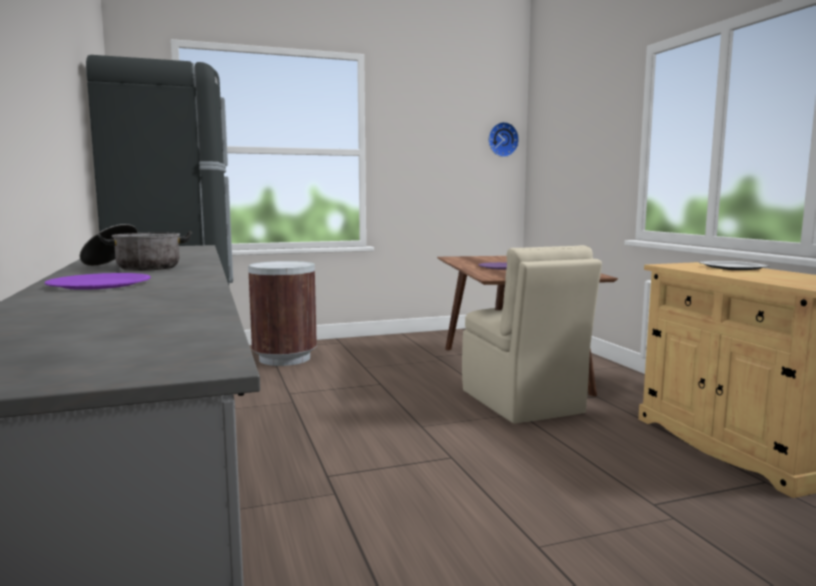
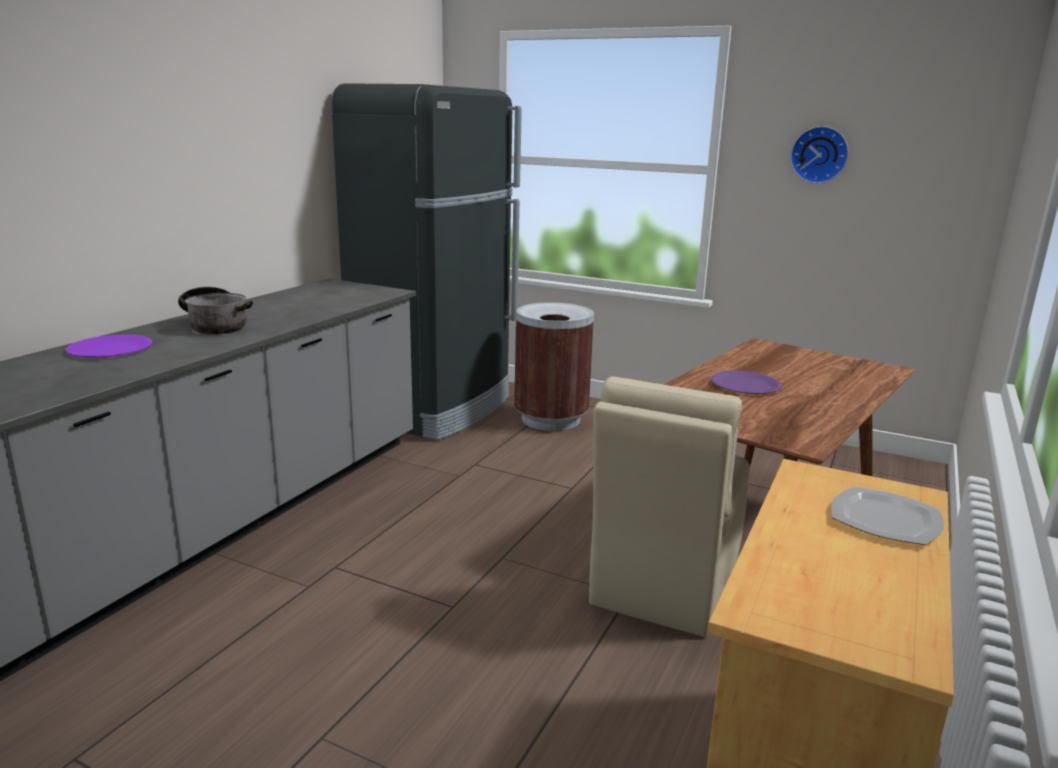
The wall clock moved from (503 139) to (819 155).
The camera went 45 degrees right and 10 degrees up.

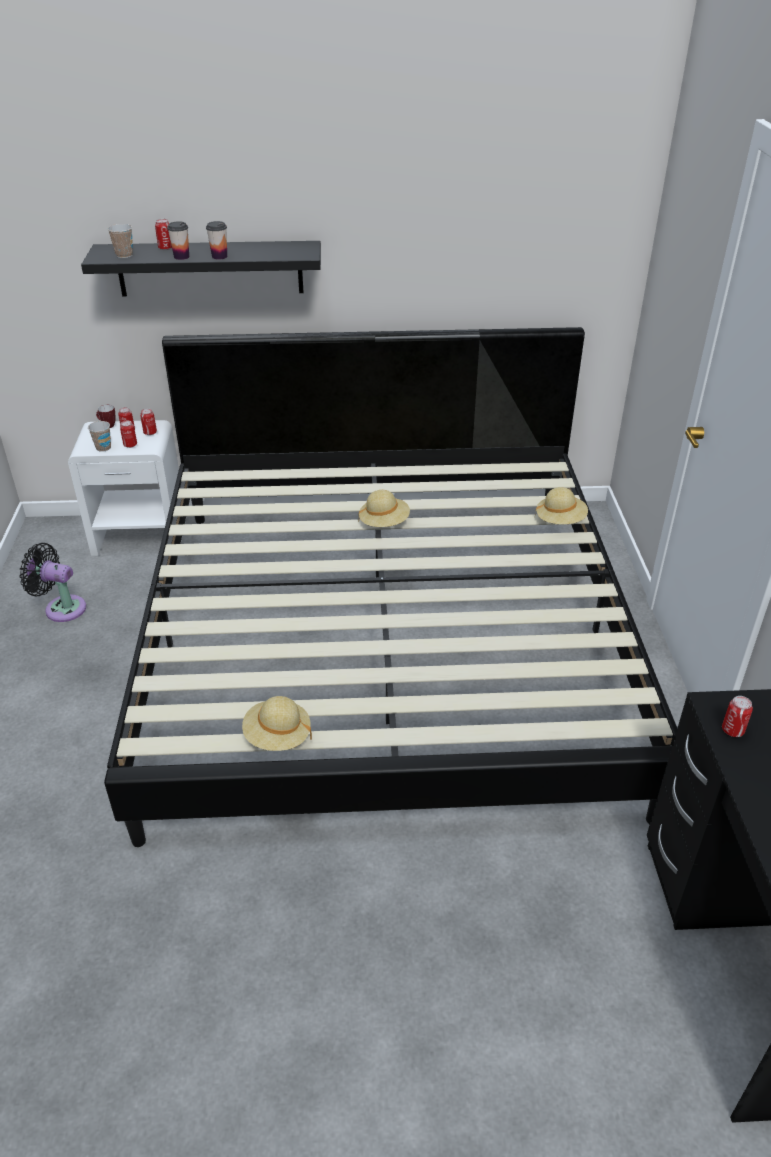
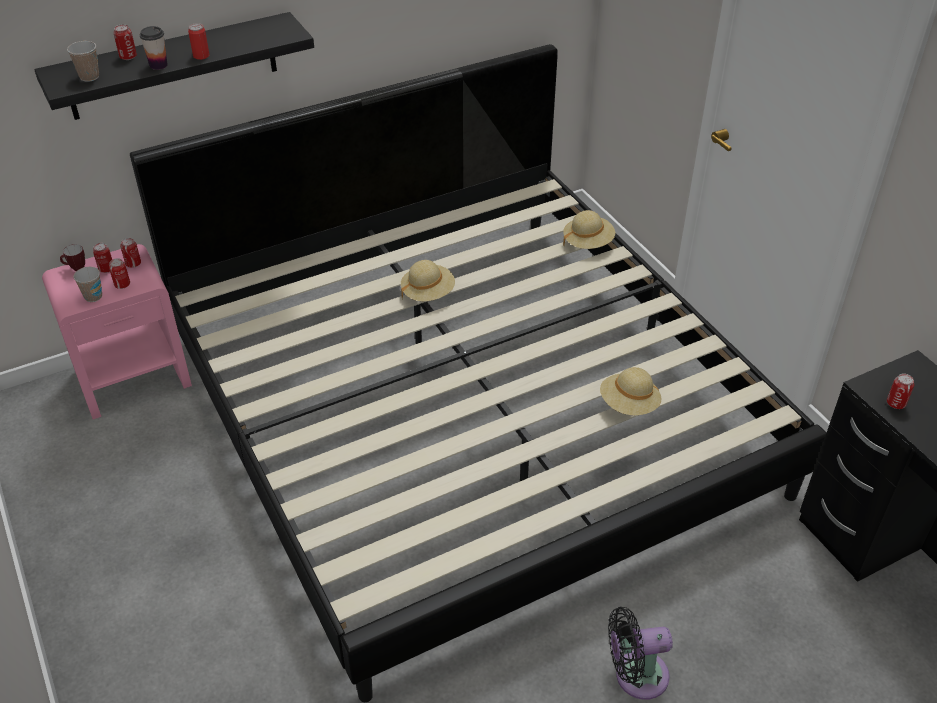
The black fan moved from (52 582) to (640 653).
The beige hat moved from (277 723) to (631 391).
The cup at (216 240) was replaced by the can at (199 41).
The white nightstand at (127 488) became the pink nightstand at (117 331).
The camera went 25 degrees left and 5 degrees up.

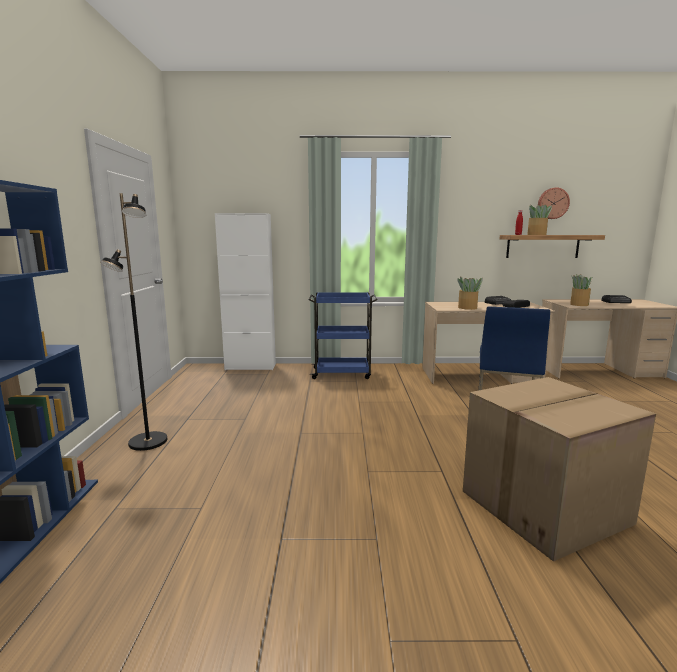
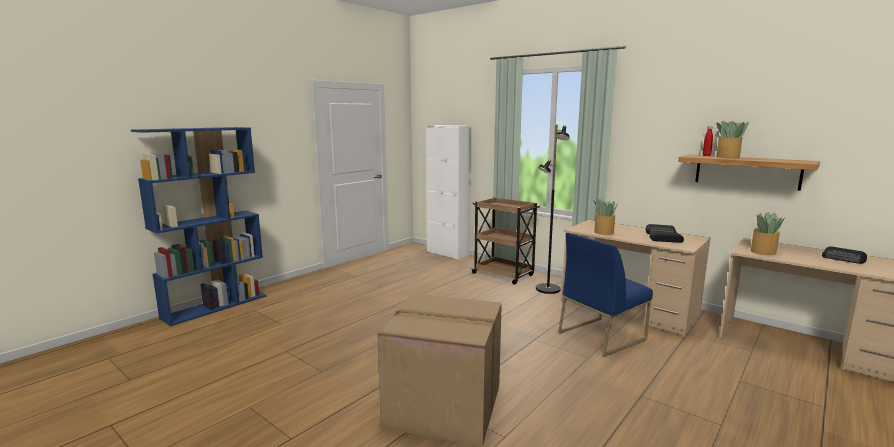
The wall clock at (554 203) disappeared.
The black floor lamp moved from (133 322) to (553 209).
The blue cart at (343 335) became the brown cart at (506 241).
The camera went 40 degrees right and 0 degrees up.

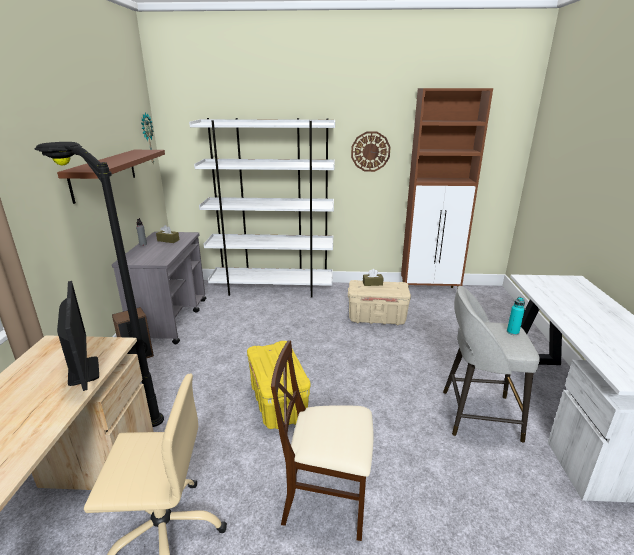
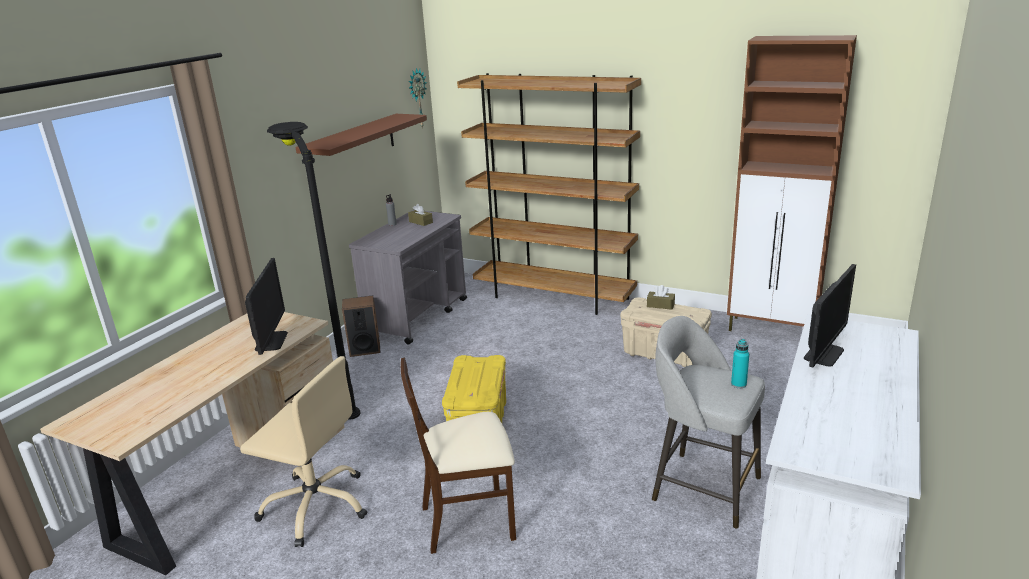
The wall clock at (371 151) disappeared.
The monitor at (830 315) appeared.
The white bookcase at (262 208) became the brown bookcase at (549 194).
The beige chair at (322 440) turned 45 degrees counterclockwise.
The camera went 25 degrees right and 0 degrees up.

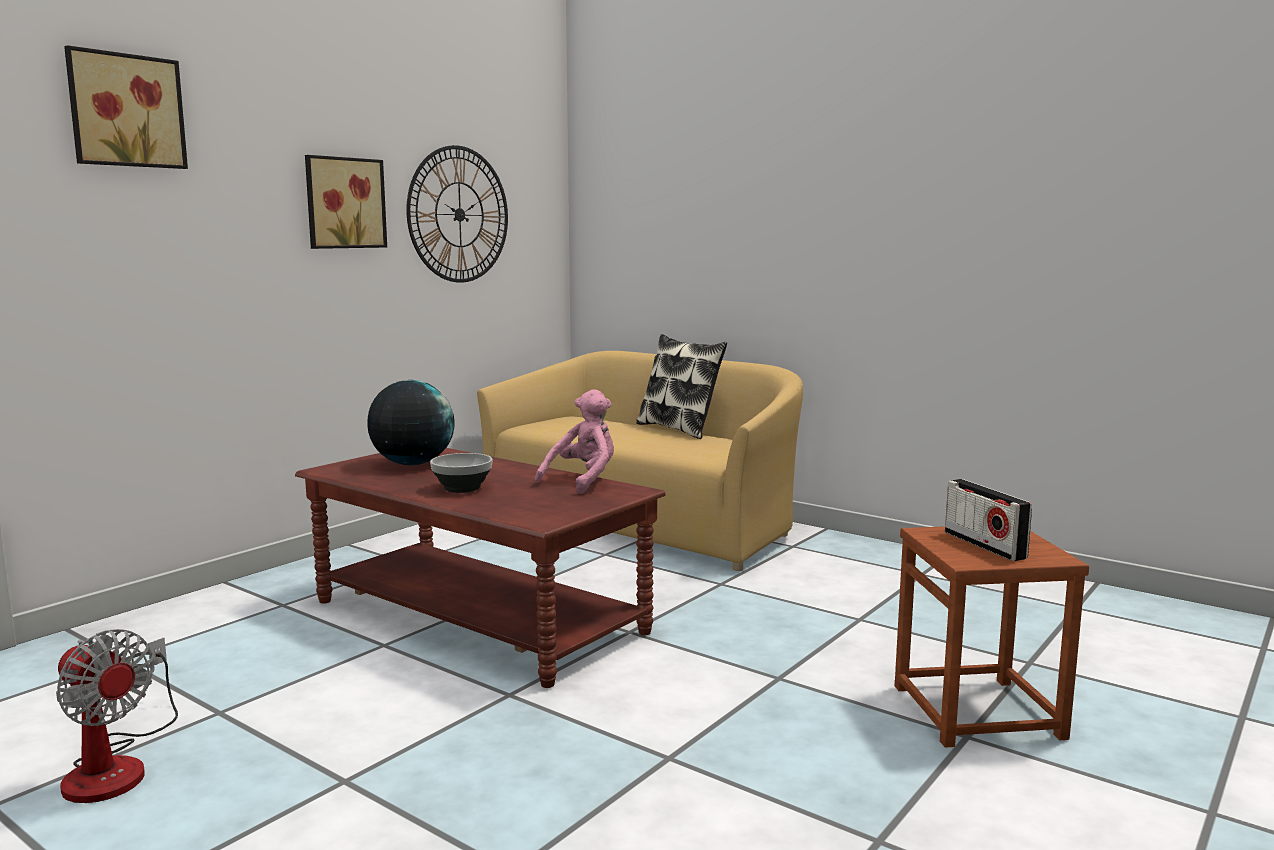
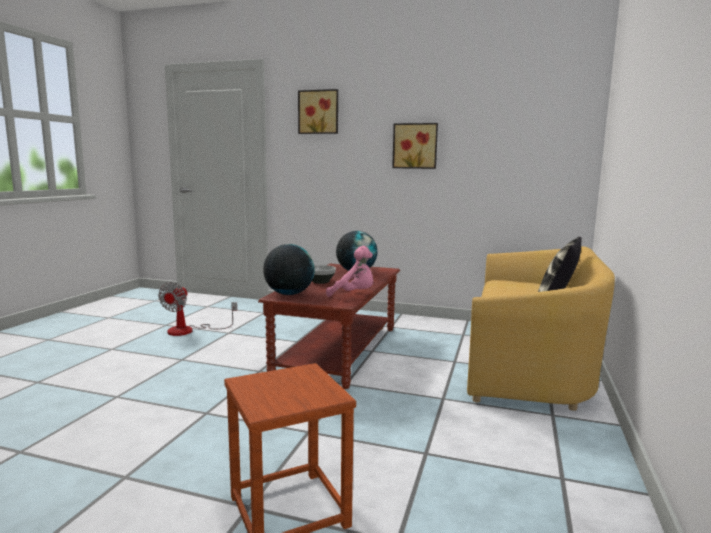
The wall clock at (457 214) disappeared.
The radio at (988 520) disappeared.
The globe at (289 269) appeared.
The camera went 70 degrees right and 0 degrees up.

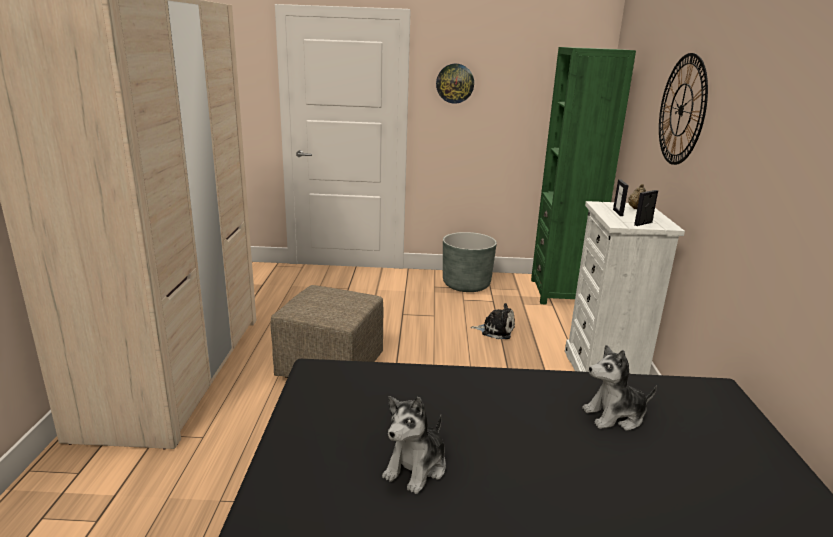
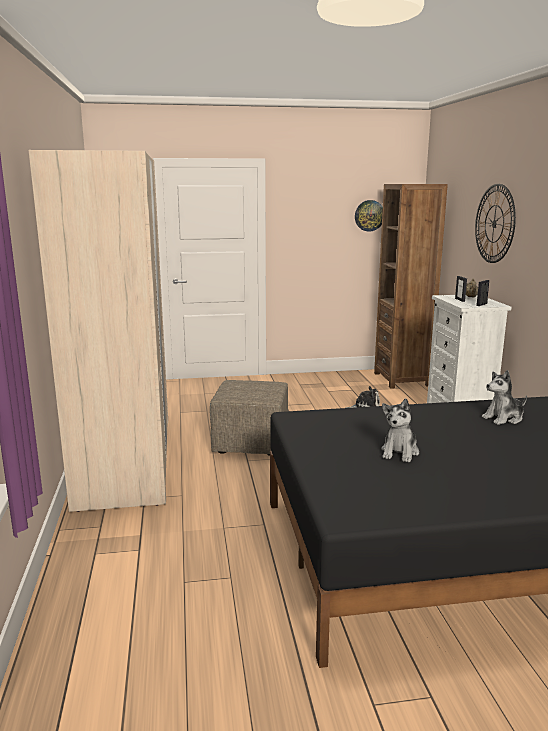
The grey planter at (470 262) disappeared.
The wall clock moved from (455 84) to (369 216).
The green bookcase at (583 176) became the brown bookcase at (411 286).
The camera went 10 degrees left and 5 degrees down.

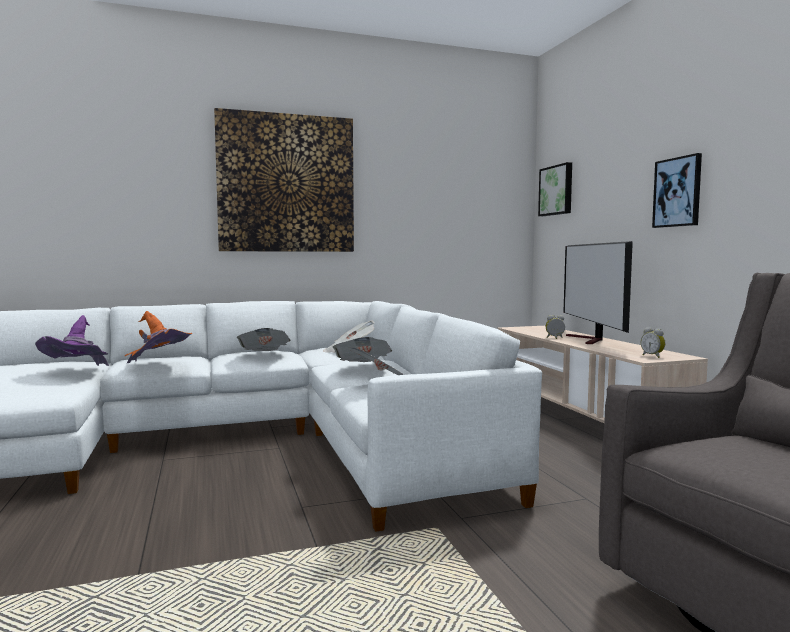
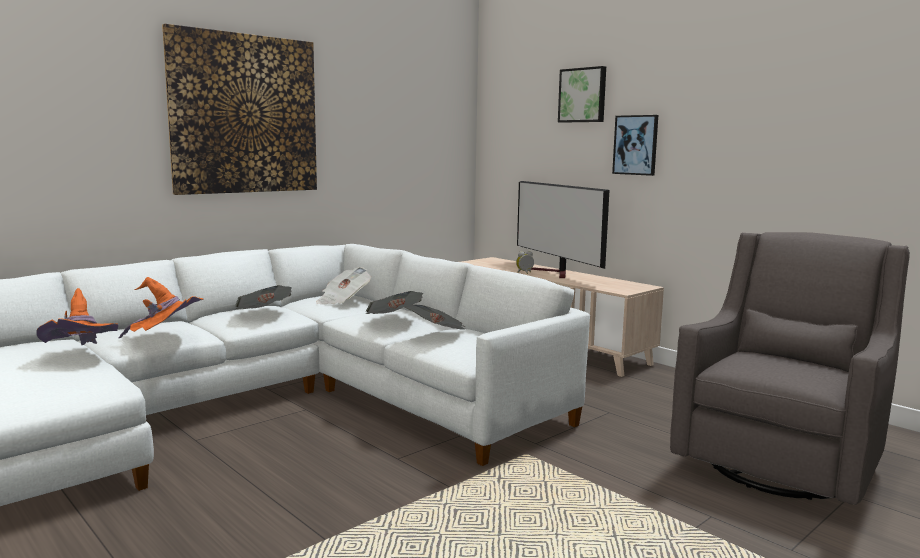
The alarm clock at (653 342) disappeared.
The picture moved from (555 189) to (582 94).
The purple hat at (72 340) became the orange hat at (77 316).
The camera went 25 degrees left and 5 degrees up.

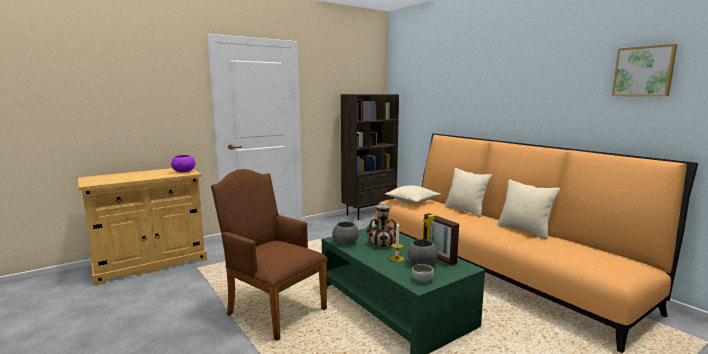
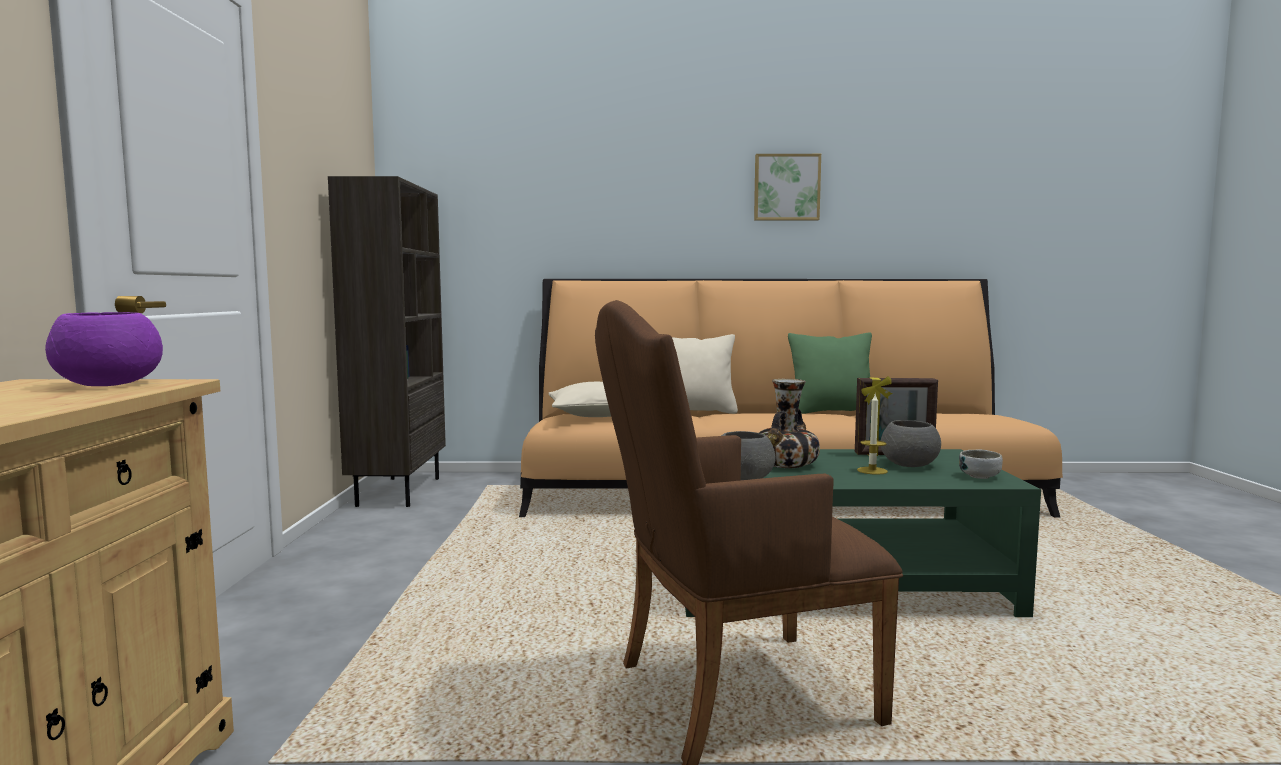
The picture moved from (644 70) to (787 187).
The beige pillow at (528 209) became the green pillow at (830 373).
The camera went 55 degrees left and 5 degrees down.

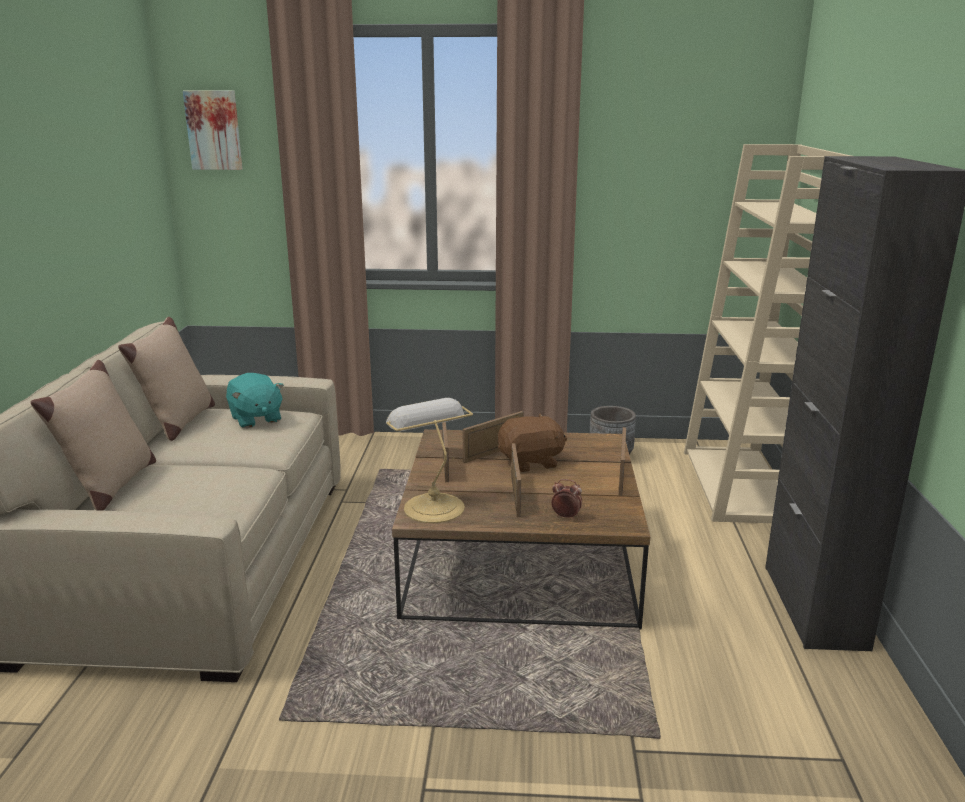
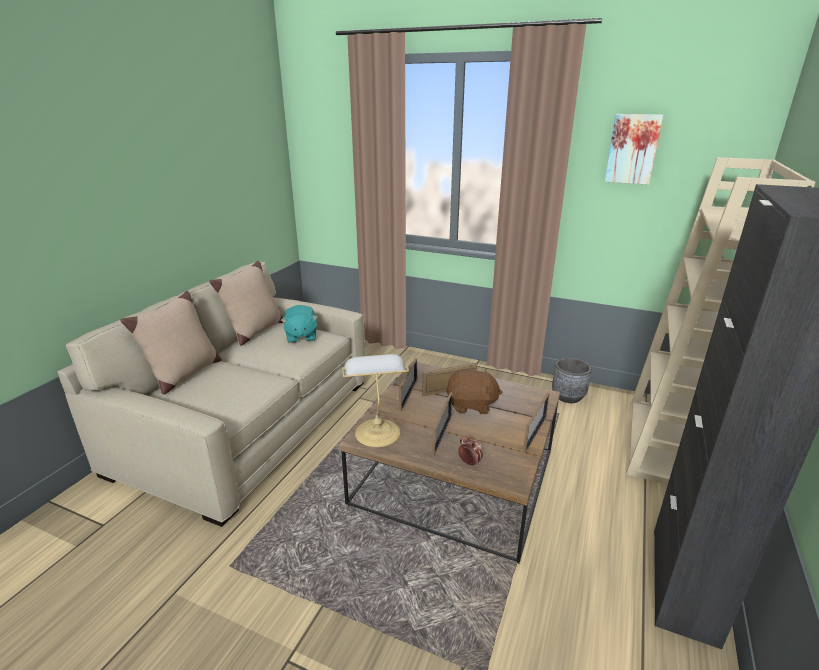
The picture moved from (213 130) to (633 149).
The camera went 20 degrees right and 5 degrees up.

